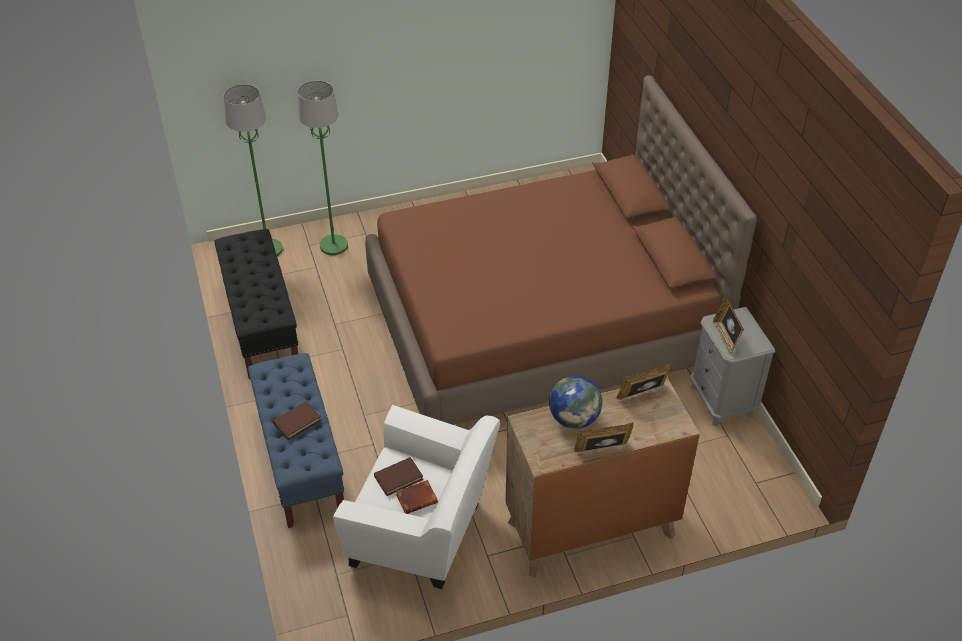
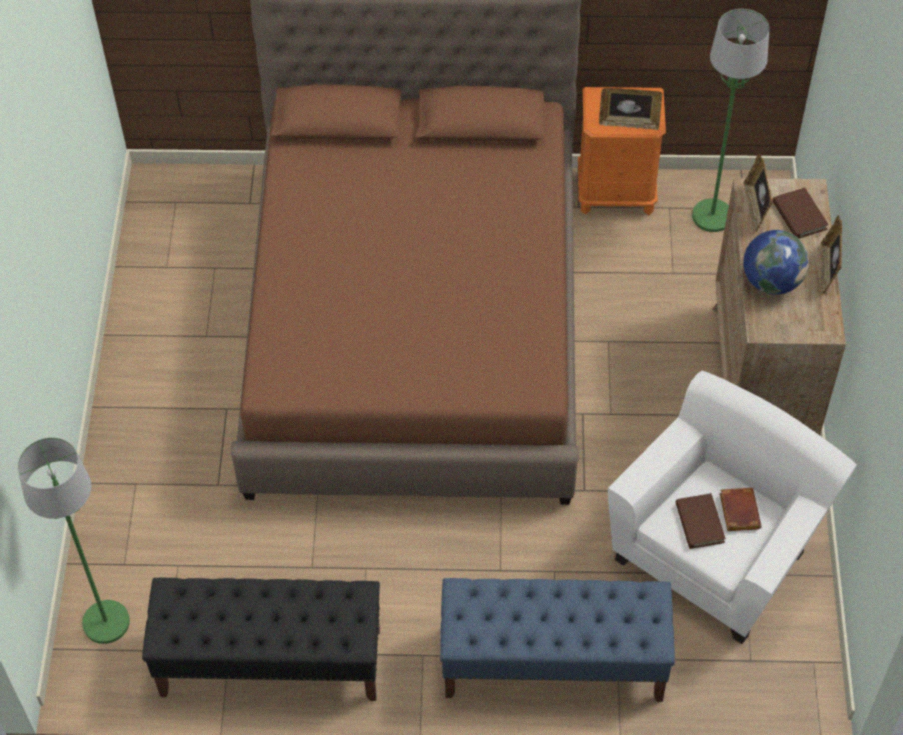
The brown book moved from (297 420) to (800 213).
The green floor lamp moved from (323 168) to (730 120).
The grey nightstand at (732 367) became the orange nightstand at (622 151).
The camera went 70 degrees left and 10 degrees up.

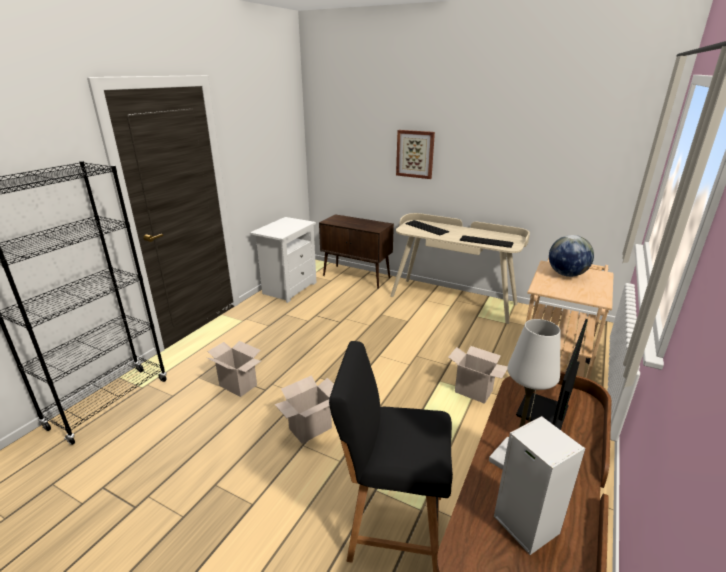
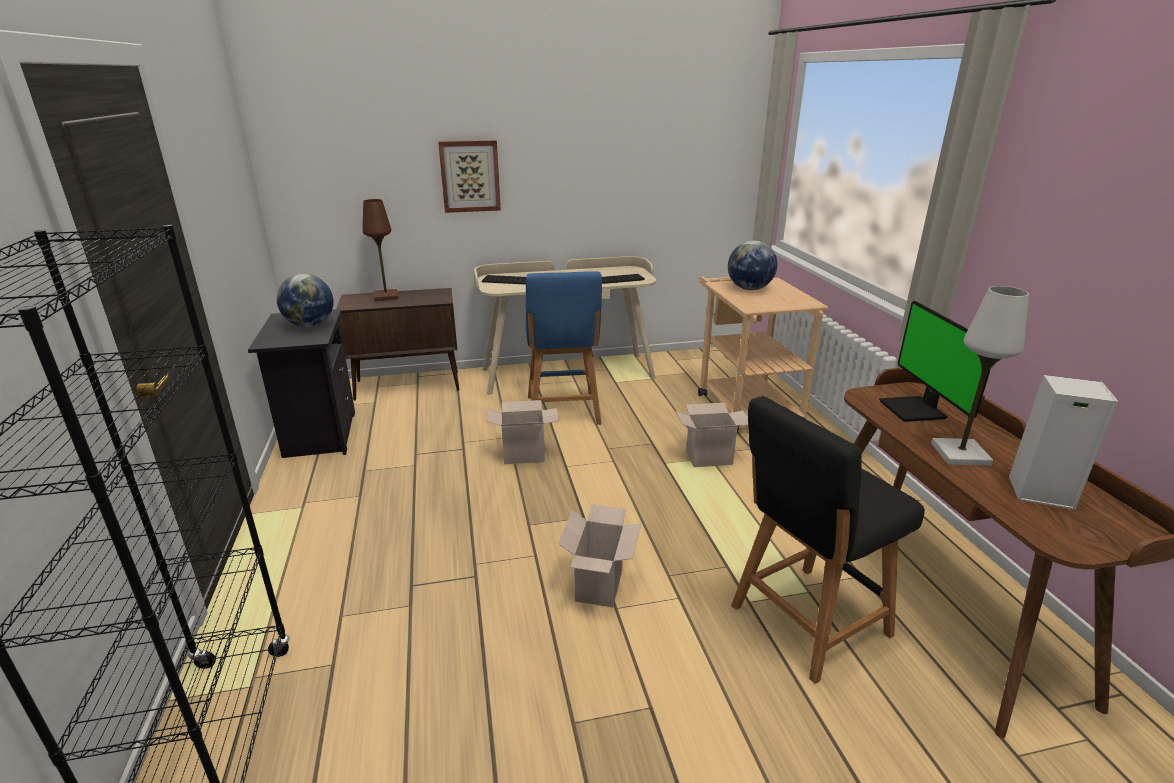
The globe at (305 300) appeared.
The brown table lamp at (380 250) appeared.
The blue stool at (563 348) appeared.
The cardboard box moved from (234 369) to (523 432).
The white nightstand at (283 260) became the black nightstand at (301 383).
The camera went 40 degrees left and 0 degrees up.

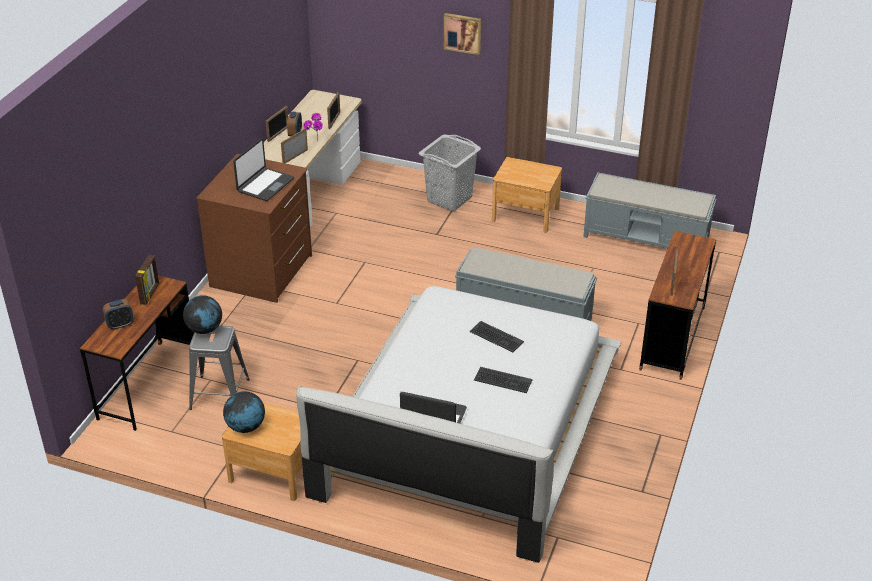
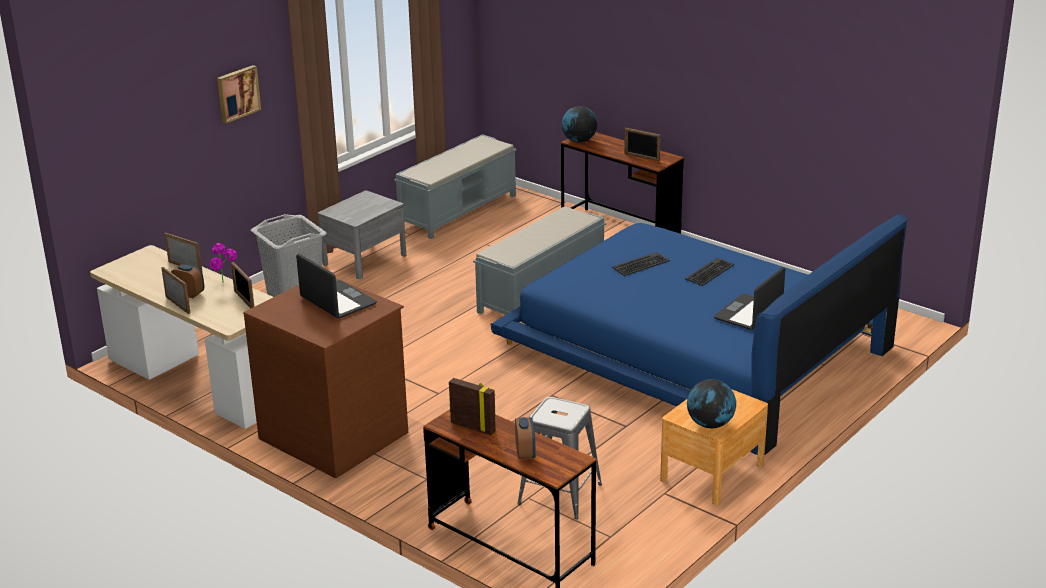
The globe moved from (202 314) to (580 124).
The white bed at (459 424) became the blue bed at (698 335).
The brown nightstand at (527 194) became the grey nightstand at (362 235).
The camera went 70 degrees left and 10 degrees down.

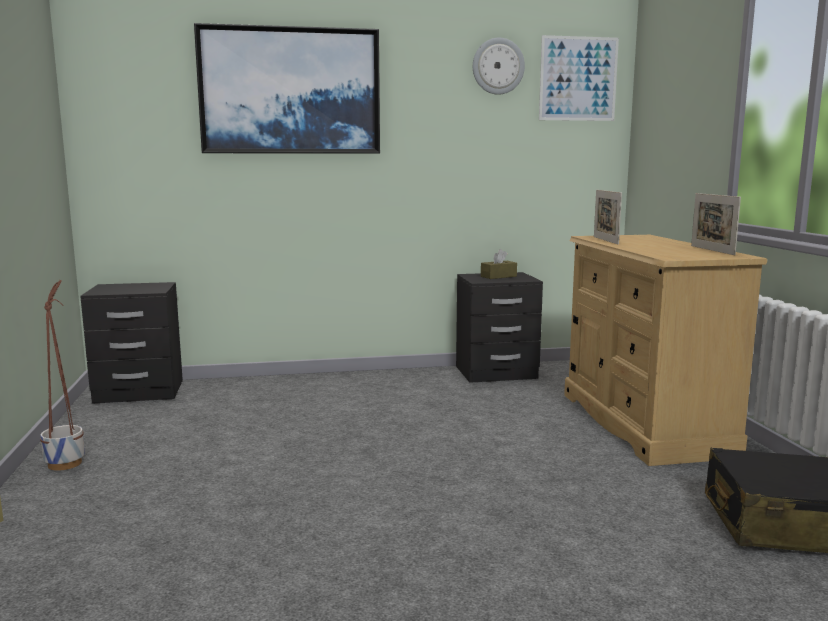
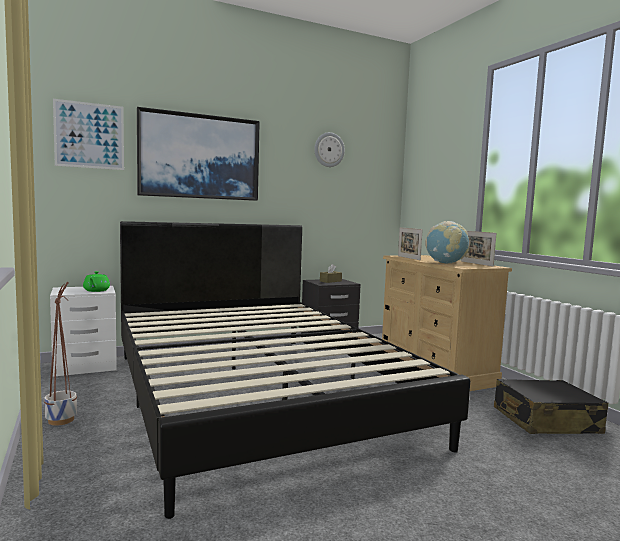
The green teapot at (96 281) appeared.
The black bed at (295 370) appeared.
The globe at (447 242) appeared.
The picture moved from (579 78) to (88 134).
The black nightstand at (131 343) became the white nightstand at (83 331).
The camera went 15 degrees left and 5 degrees down.

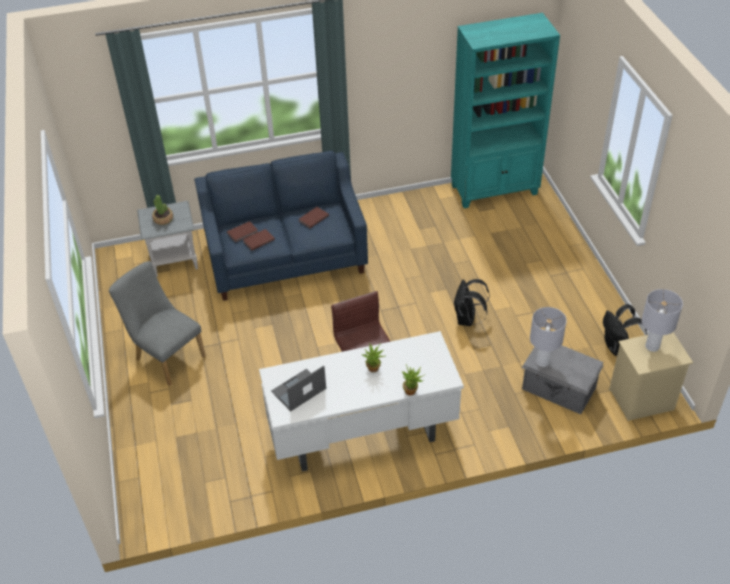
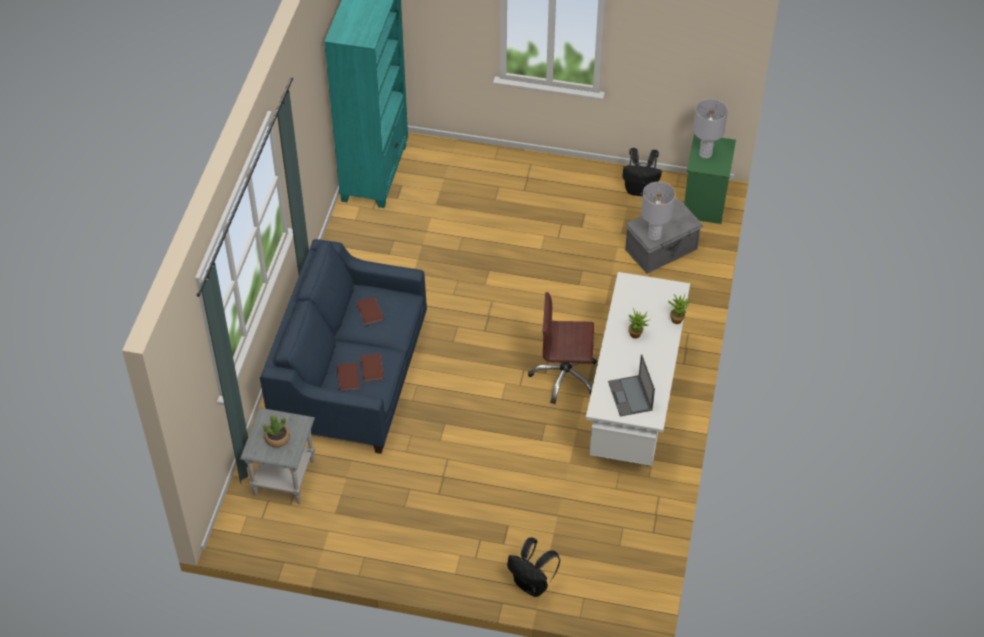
The grey chair at (157 323) disappeared.
The black backpack moved from (471 302) to (533 567).
The beige nightstand at (651 376) became the green nightstand at (710 179).
The camera went 65 degrees left and 5 degrees up.

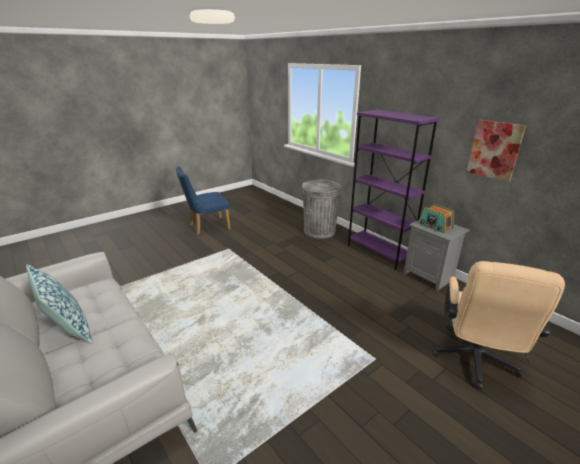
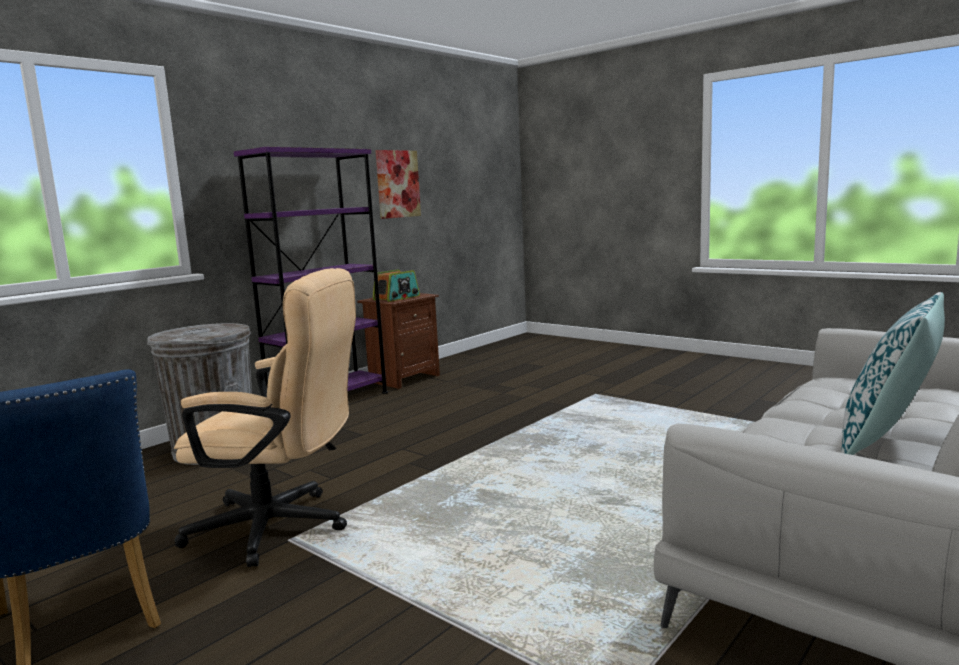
The beige office chair moved from (499 325) to (265 417).
The grey nightstand at (437 255) became the brown nightstand at (398 341).
The camera went 100 degrees left and 15 degrees down.

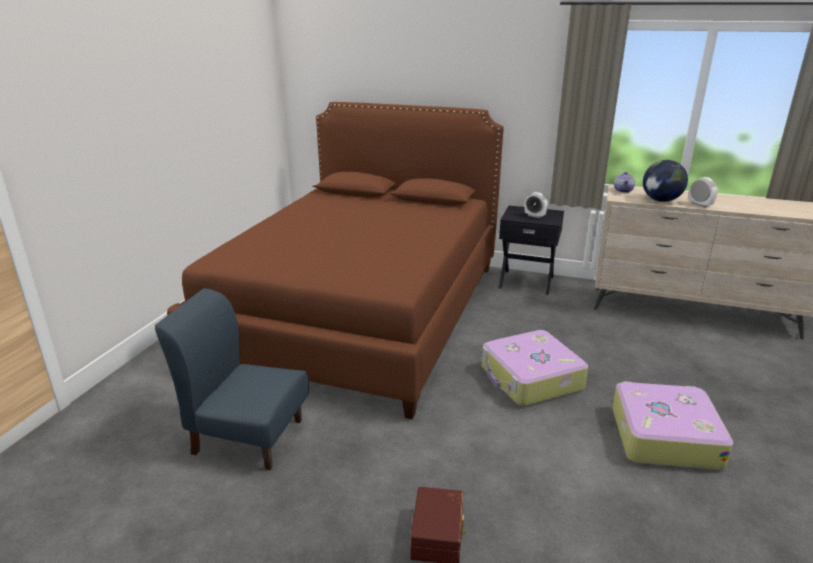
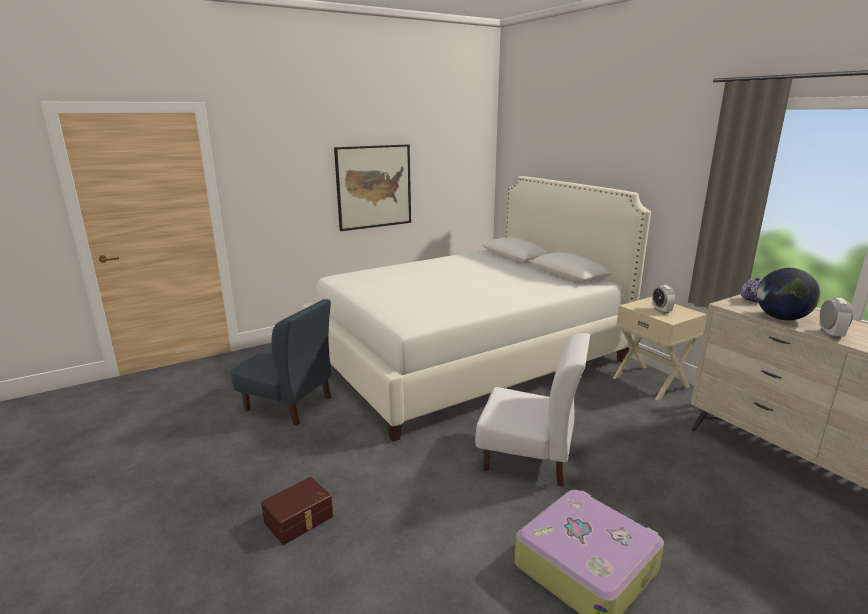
The picture at (372 187) appeared.
The suitcase at (535 368) was replaced by the white chair at (532 410).
The brown bed at (335 261) became the white bed at (477 309).
The black nightstand at (531 250) became the beige nightstand at (660 348).
The blue chair at (232 379) turned 150 degrees clockwise.
The camera went 40 degrees right and 5 degrees down.

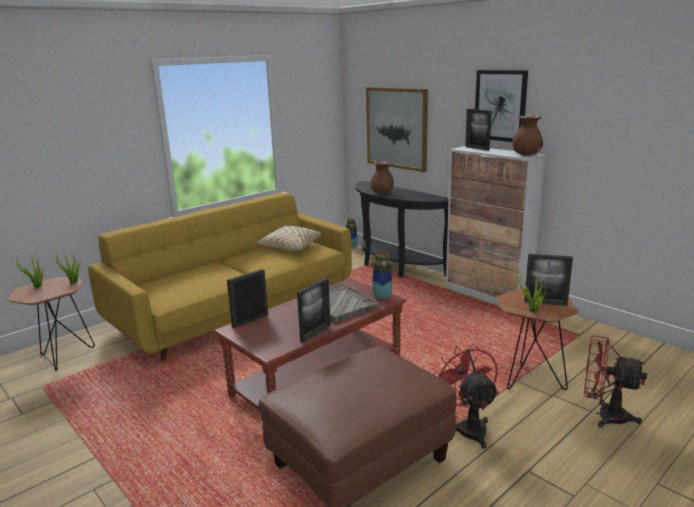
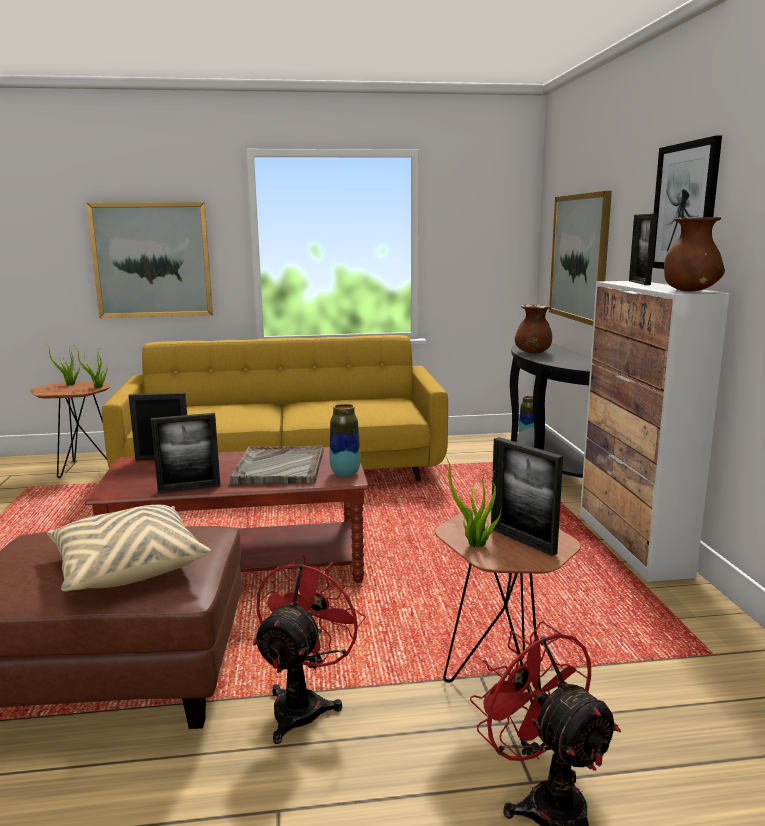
The picture at (149 260) appeared.
The beige pillow moved from (289 238) to (129 548).
The camera went 35 degrees right and 5 degrees down.

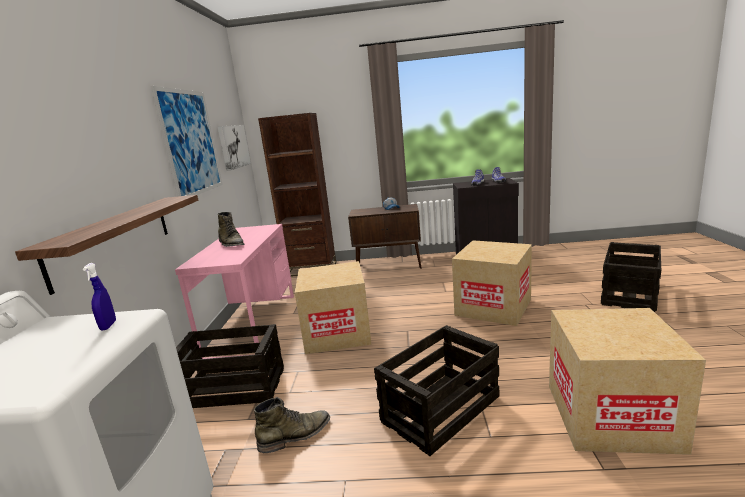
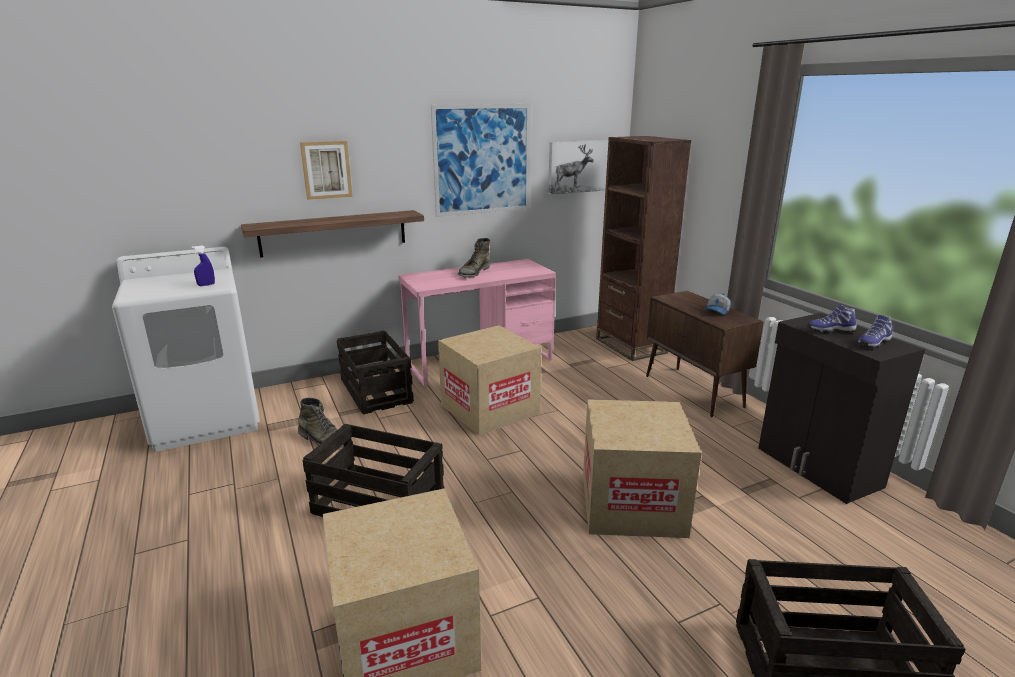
The picture at (326 170) appeared.
The camera went 60 degrees right and 5 degrees up.

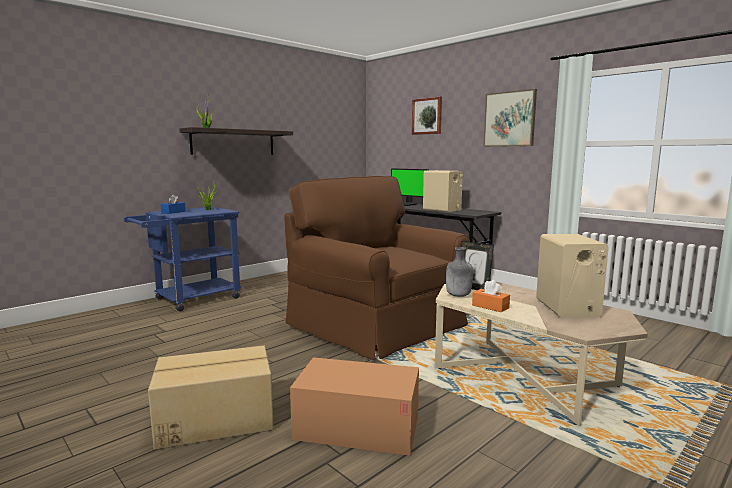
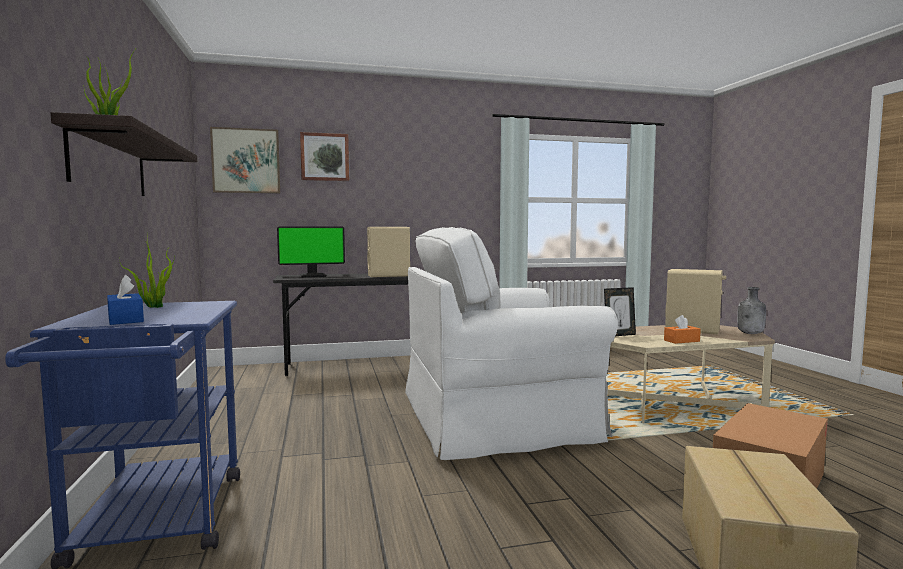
The grey bottle moved from (459 272) to (751 310).
The picture moved from (510 118) to (245 160).
The brown armchair at (377 268) became the white armchair at (511 343).
The camera went 60 degrees left and 5 degrees down.

